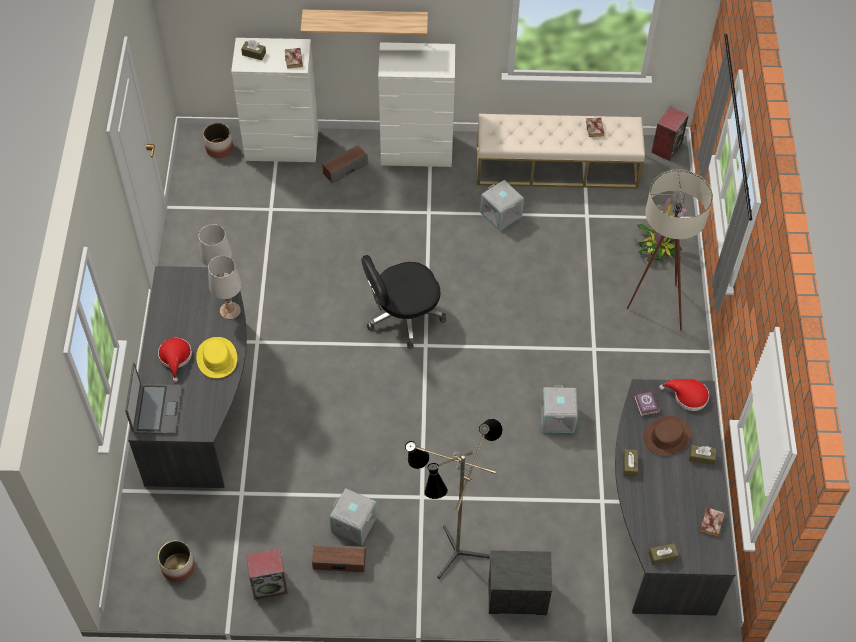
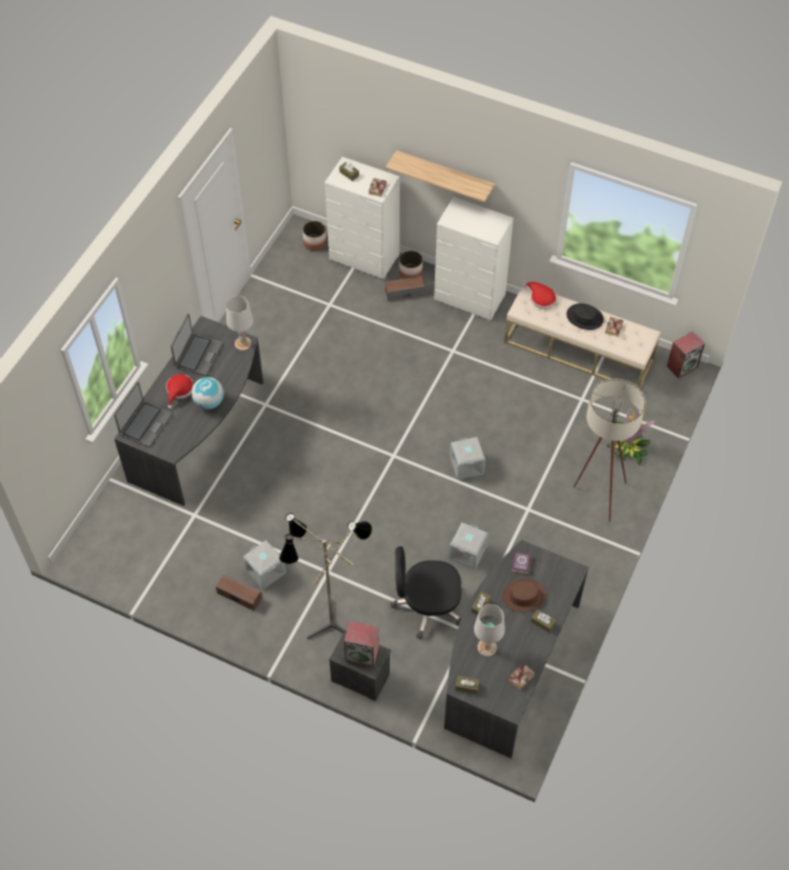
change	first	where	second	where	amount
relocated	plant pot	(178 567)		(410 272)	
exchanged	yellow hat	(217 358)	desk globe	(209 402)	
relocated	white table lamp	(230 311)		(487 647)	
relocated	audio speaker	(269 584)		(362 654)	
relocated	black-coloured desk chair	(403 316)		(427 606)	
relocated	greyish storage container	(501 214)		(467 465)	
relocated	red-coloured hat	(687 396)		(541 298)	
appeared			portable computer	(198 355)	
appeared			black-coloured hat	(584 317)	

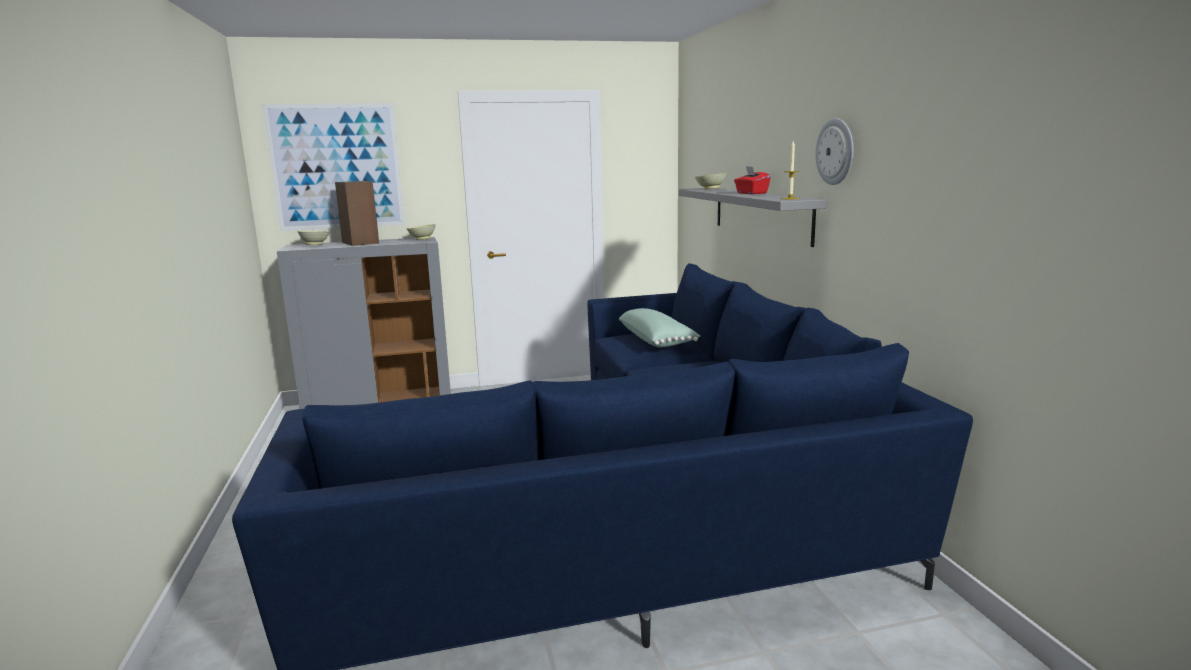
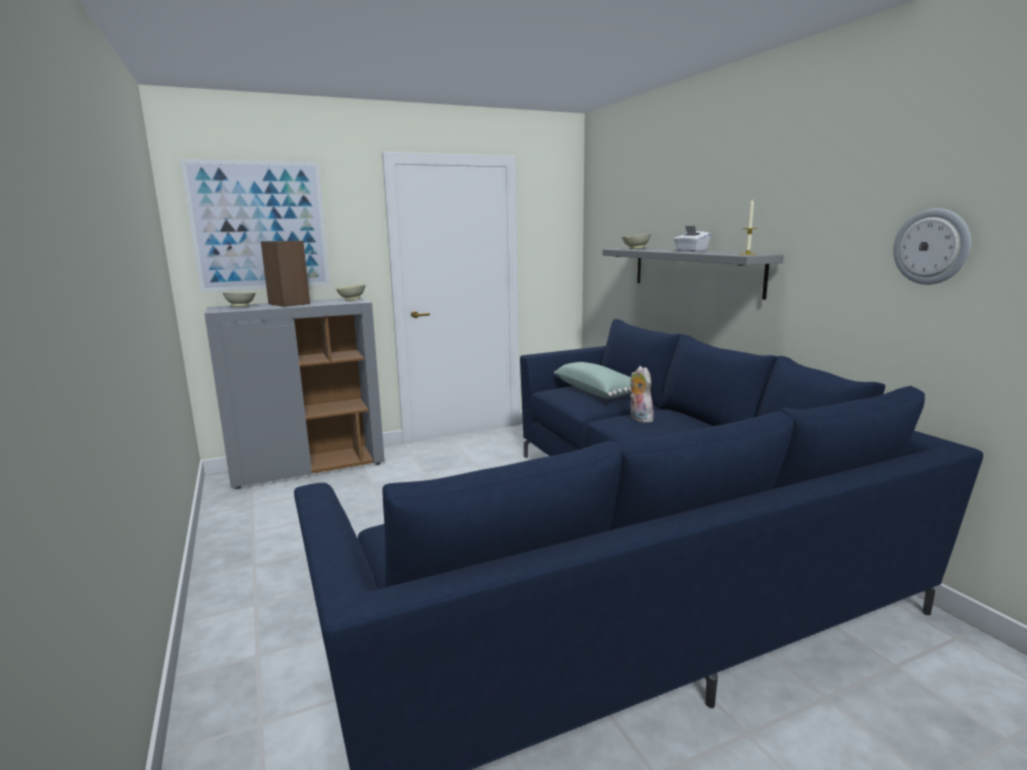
change	first	where	second	where	amount
colour	red-coloured tissue holder	(751 193)	white tissue holder	(690 251)	
relocated	hanging clock	(835 152)		(932 246)	
appeared			cuddly toy	(639 419)	

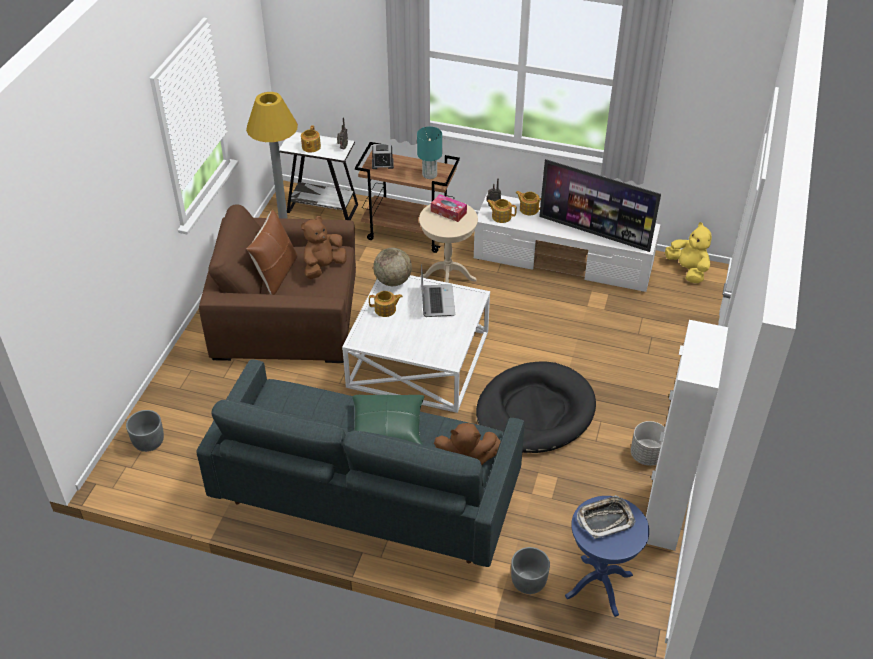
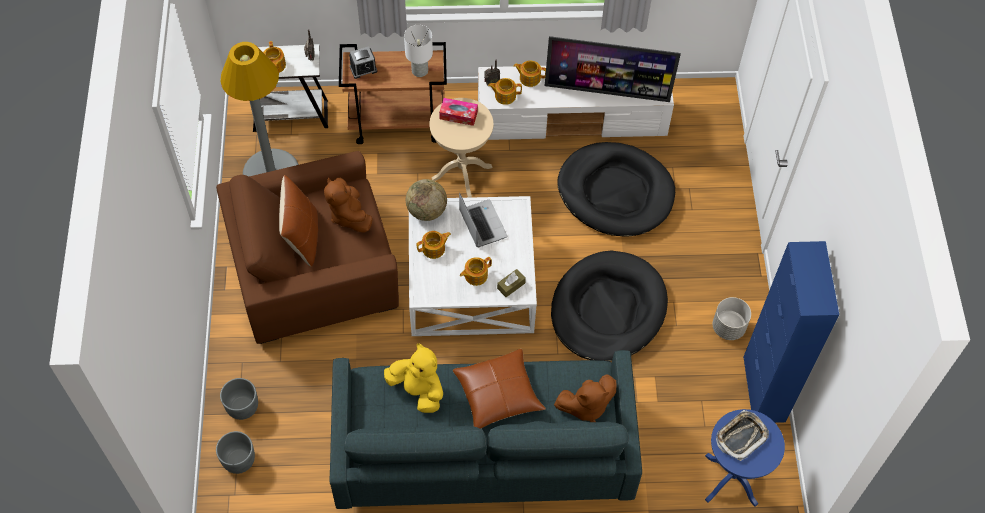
change	first	where	second	where	amount
spun	brown-coloured cuddly toy	(323 267)		(349 215)	45 degrees counterclockwise
colour	green throw pillow	(387 430)	brown-coloured throw pillow	(498 394)	
colour	turquoise table lamp	(429 174)	white table lamp	(420 70)	
relocated	greyish plant pot	(528 581)		(242 407)	
colour	white storage cabinet	(663 516)	blue storage cabinet	(764 389)	
relocated	yellow cuddly toy	(687 270)		(418 390)	
appeared			tea pot	(475 275)	
appeared			brown-coloured tissue holder	(511 285)	
appeared			black-coloured dog bed	(615 192)	

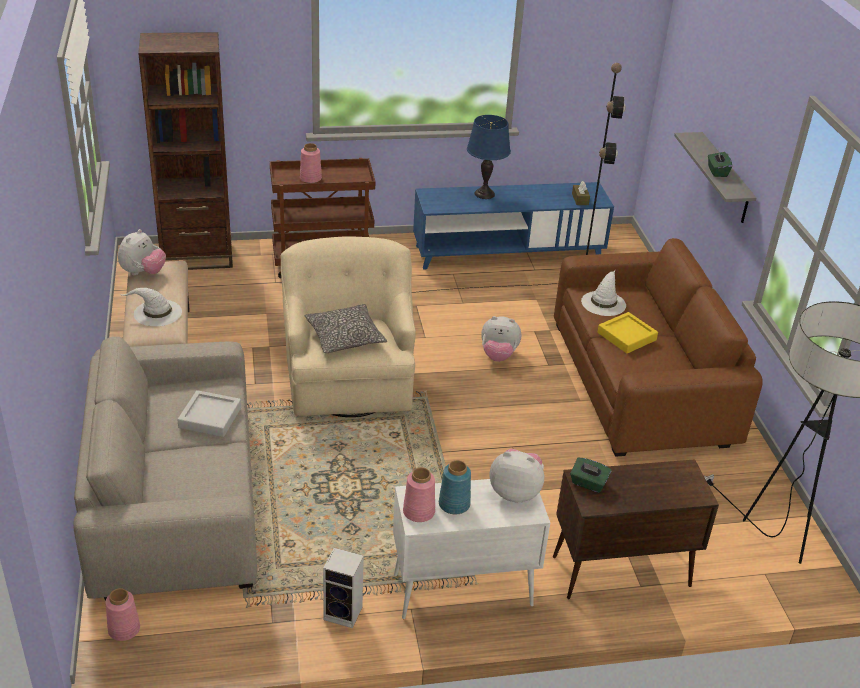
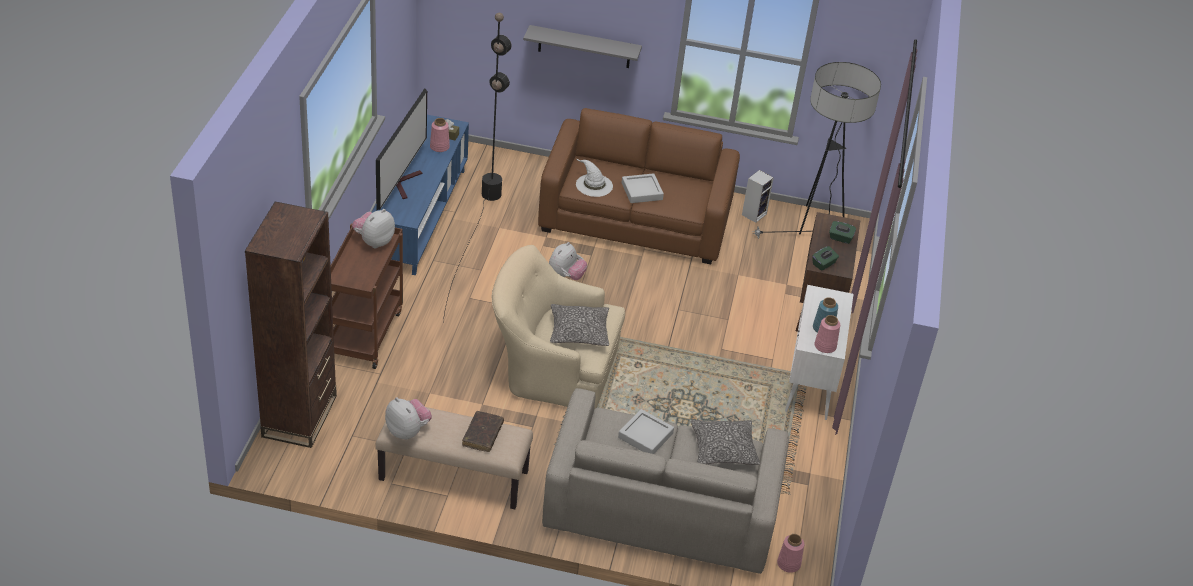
change	first	where	second	where	amount
exchanged	white hat	(157 313)	brown-coloured volume	(482 435)	
relocated	pinkish vase	(310 178)		(439 147)	
relocated	audio speaker	(344 613)		(754 214)	
exchanged	blue table lamp	(484 194)	TV set	(404 182)	
relocated	cuddly toy	(515 492)		(374 241)	
colour	yellow serving tray	(626 336)	greyish serving tray	(642 191)	
relocated	green tissue holder	(717 171)		(840 238)	
appeared			throw pillow	(723 449)	

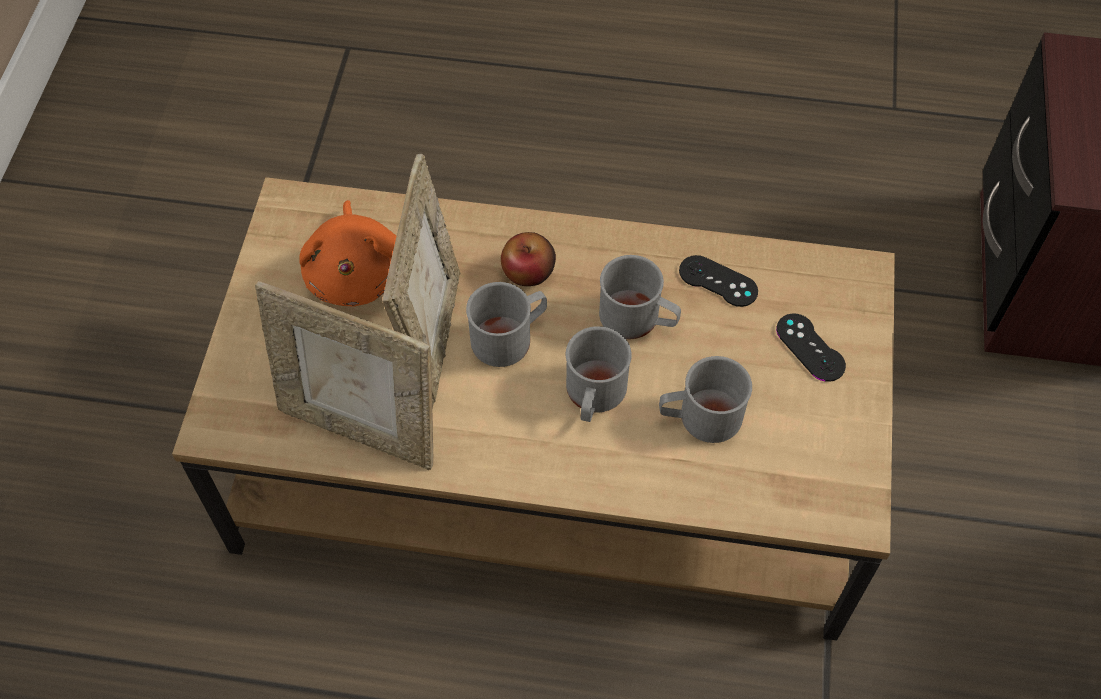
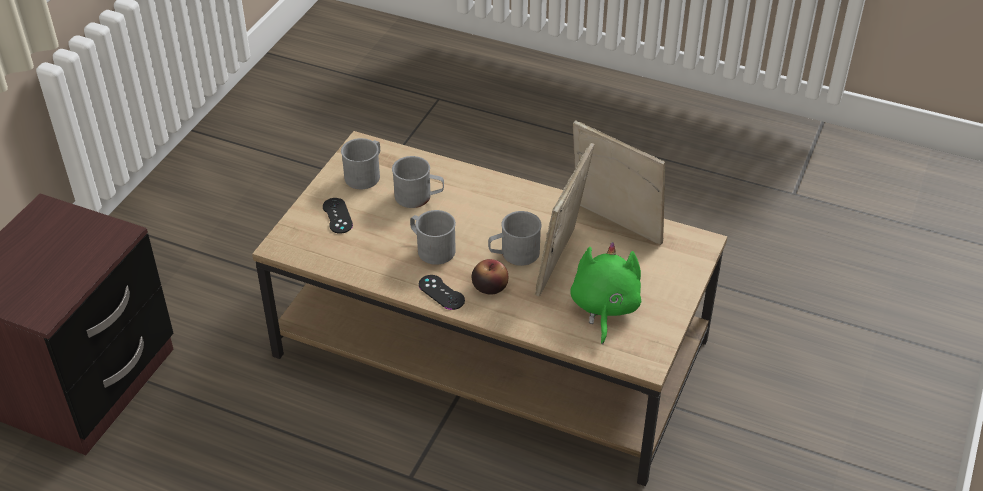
change	first	where	second	where	amount
colour	orangey cuddly toy	(355 273)	green cuddly toy	(604 307)	
relocated	greyish mug	(594 396)		(365 174)	
relocated	black-coloured gamepad	(718 281)		(441 292)	

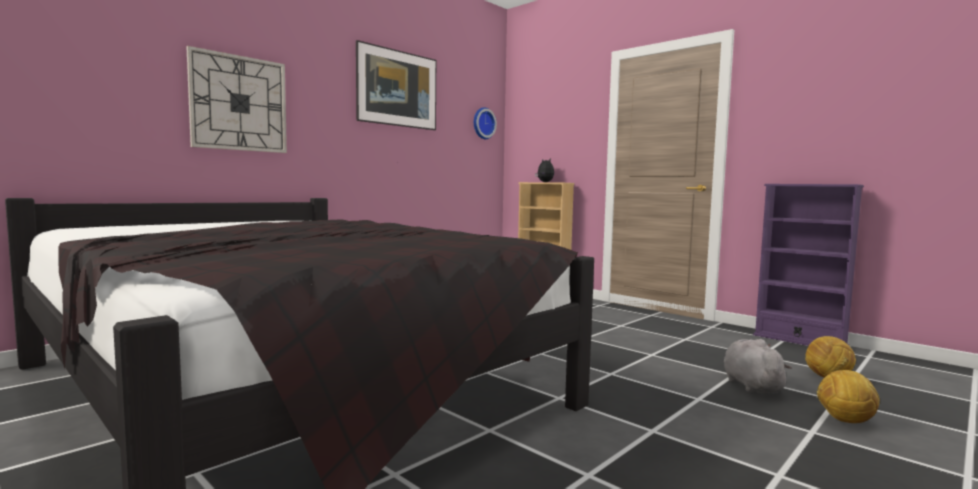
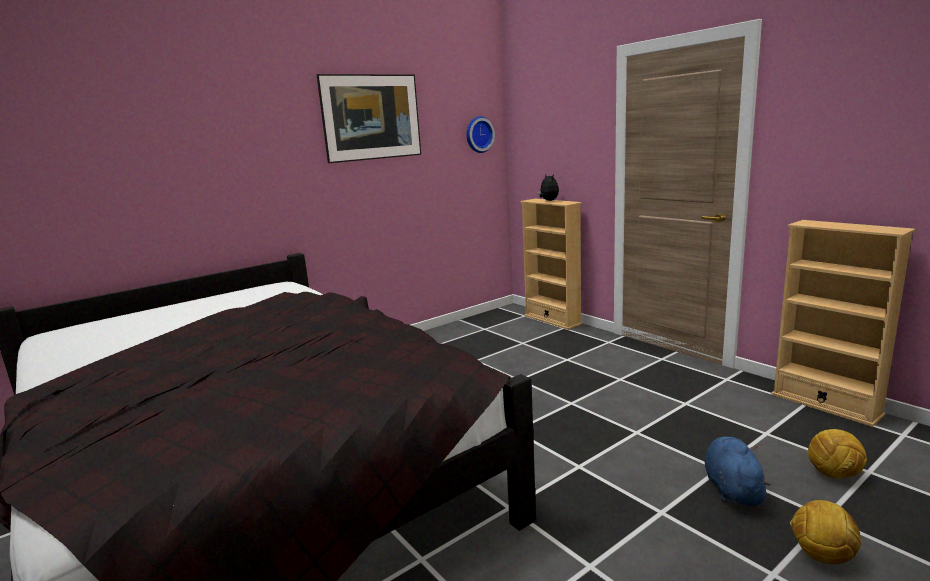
change	first	where	second	where	amount
missing	hanging clock	(239 103)			
colour	greyish cuddly toy	(750 385)	blue cuddly toy	(732 489)	
colour	purplish shelving unit	(799 340)	beige shelving unit	(825 404)	

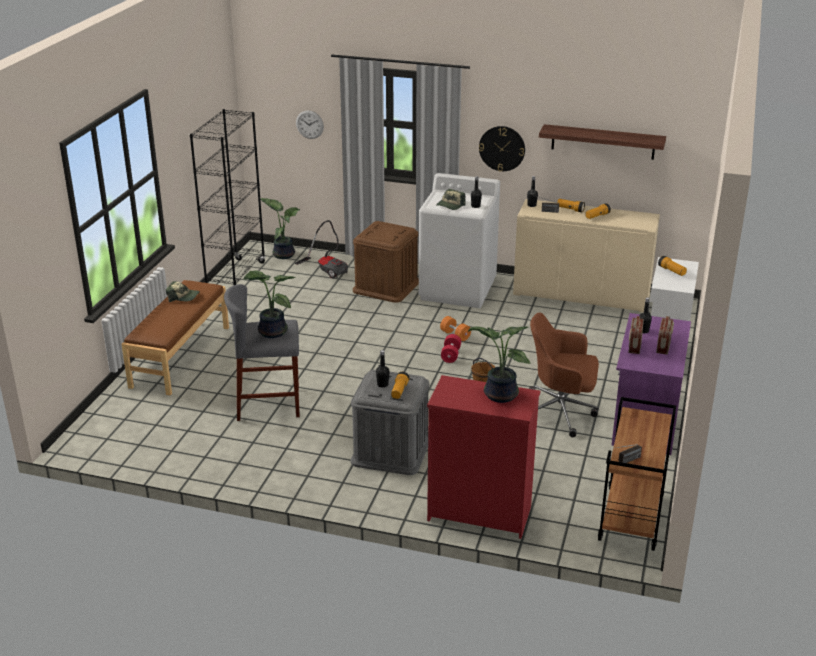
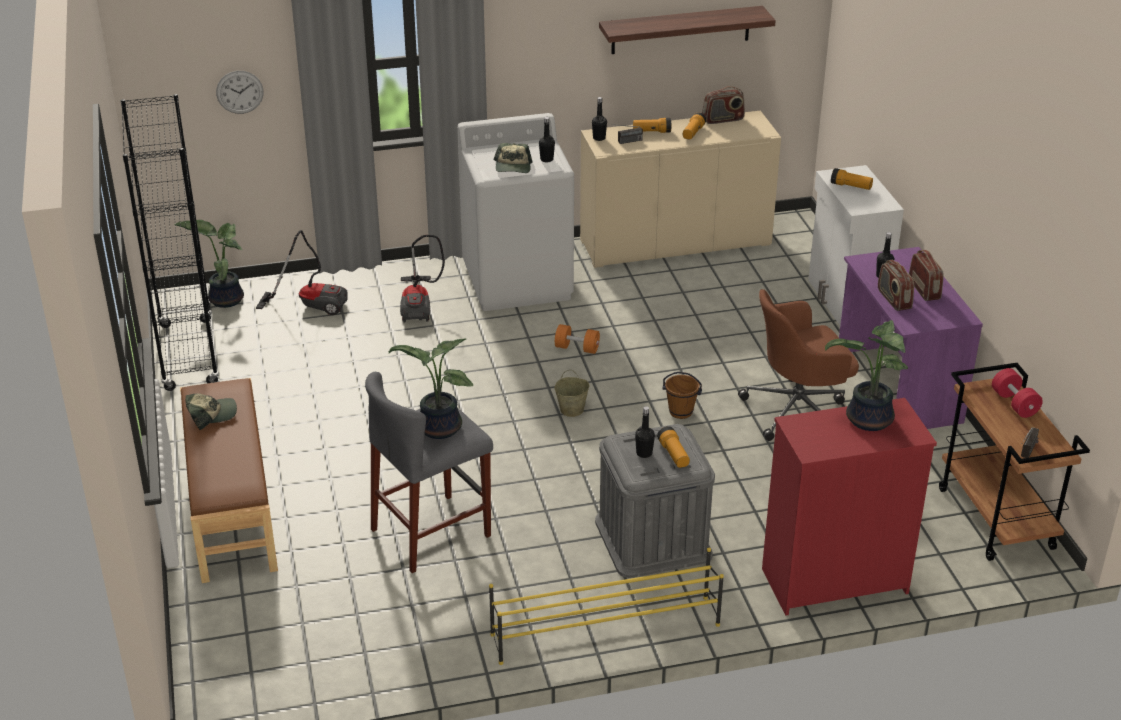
change	first	where	second	where	amount
exchanged	brown-coloured storage container	(386 286)	hoover	(419 305)	
relocated	red-coloured hand weight	(450 355)		(1014 403)	
missing	hanging clock	(502 148)			
appeared			yellow shoe stand	(604 629)	
appeared			beige pail	(572 409)	
appeared			radio set	(723 119)	

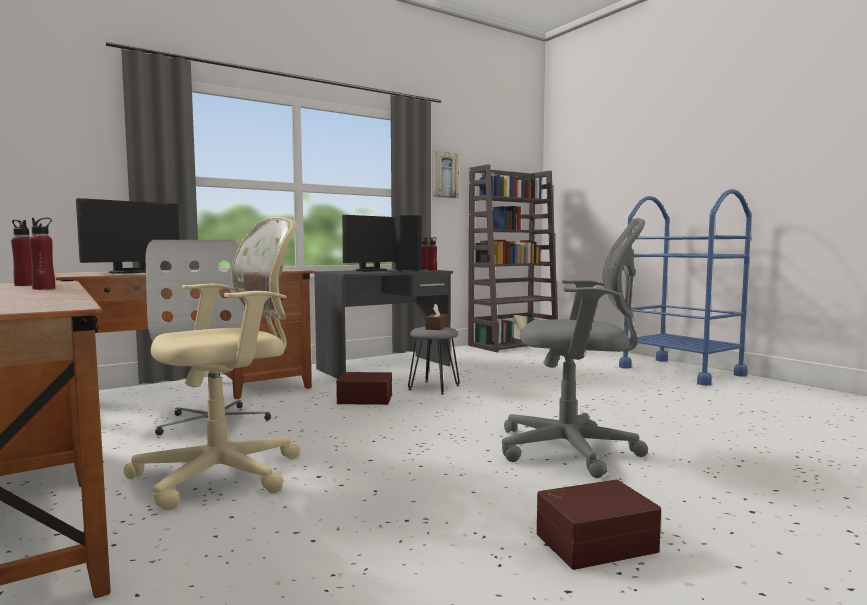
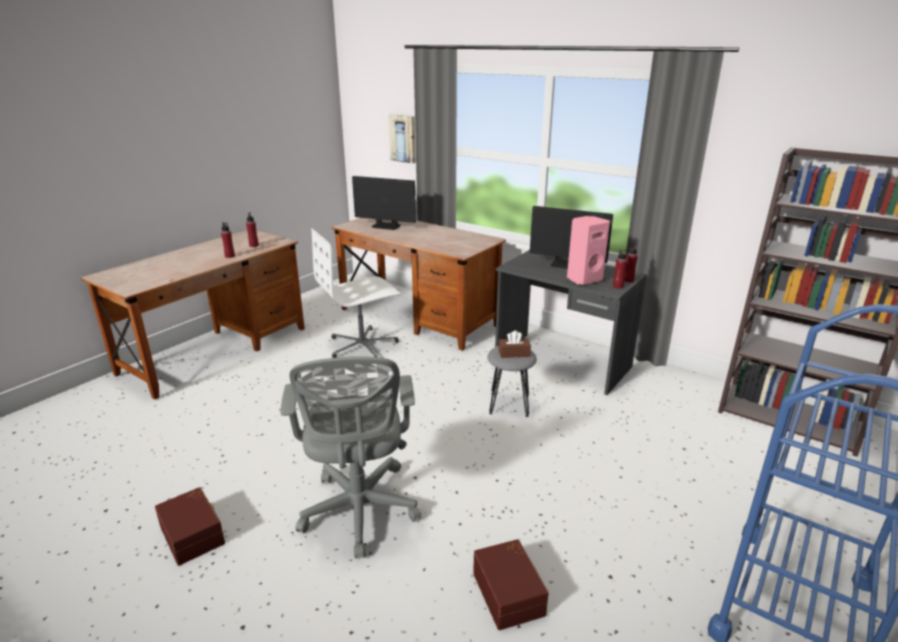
change	first	where	second	where	amount
missing	beige desk chair	(227 473)			
relocated	brown-coloured storage container	(365 399)		(510 593)	
colour	black-coloured audio speaker	(407 270)	pinkish audio speaker	(583 279)	
relocated	wall picture	(444 175)		(403 138)	

